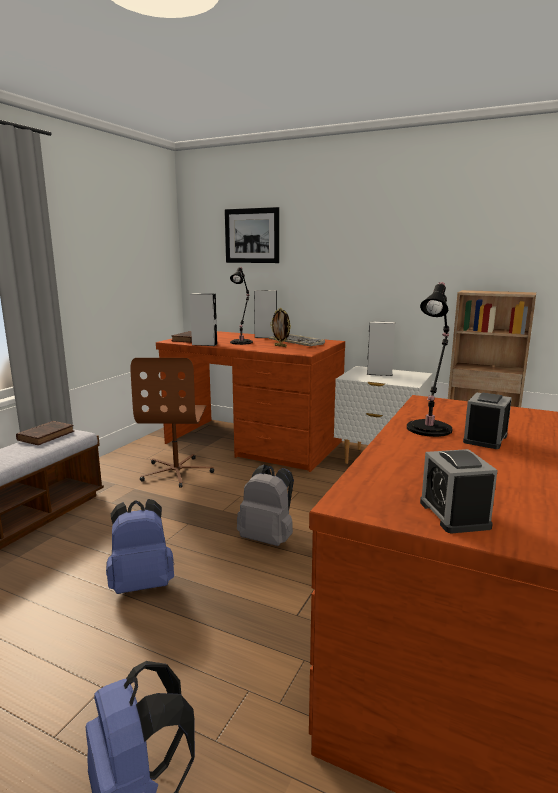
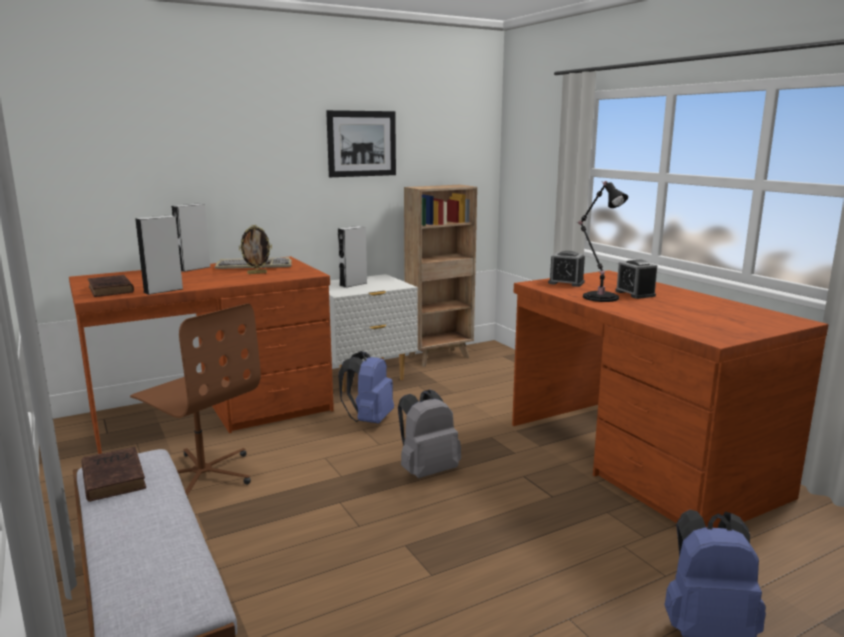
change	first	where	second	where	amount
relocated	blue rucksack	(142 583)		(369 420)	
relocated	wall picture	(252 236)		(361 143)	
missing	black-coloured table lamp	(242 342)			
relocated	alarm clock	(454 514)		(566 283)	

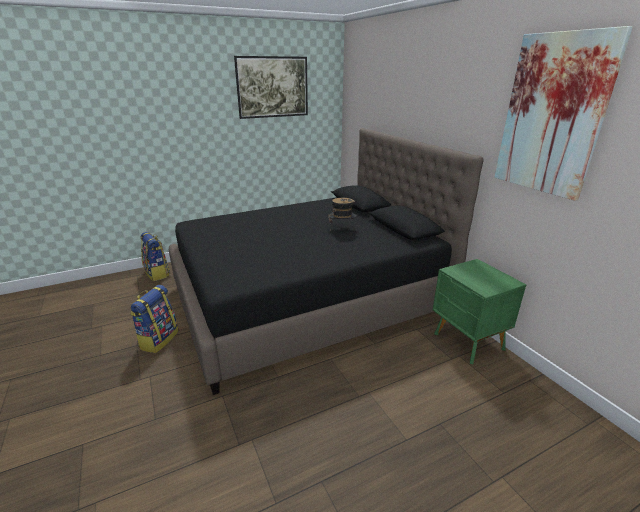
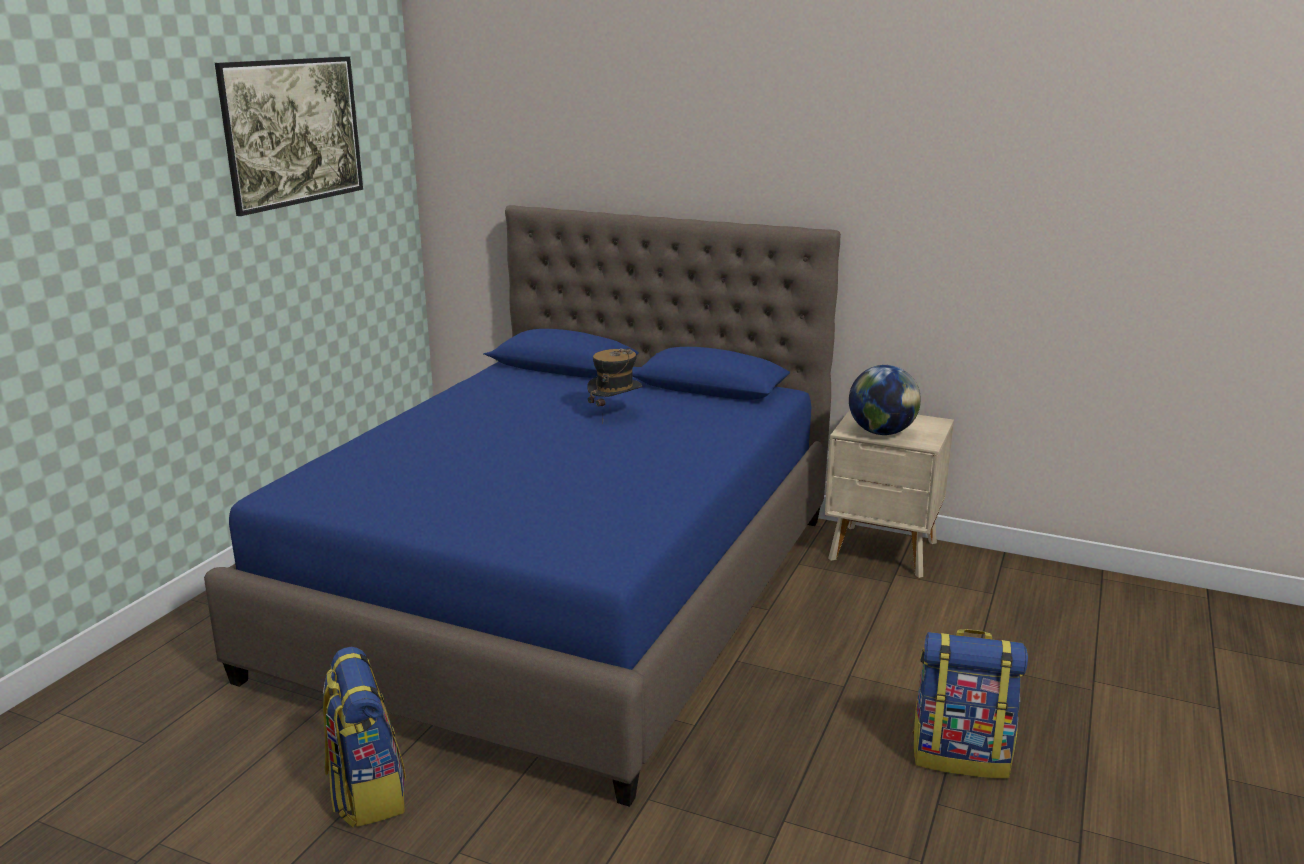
change	first	where	second	where	amount
relocated	rucksack	(157 274)		(961 755)	
colour	black-coloured bed	(307 299)	blue bed	(565 591)	
colour	green night table	(468 342)	beige night table	(884 552)	
missing	wall picture	(552 115)			
appeared			desk globe	(881 432)	

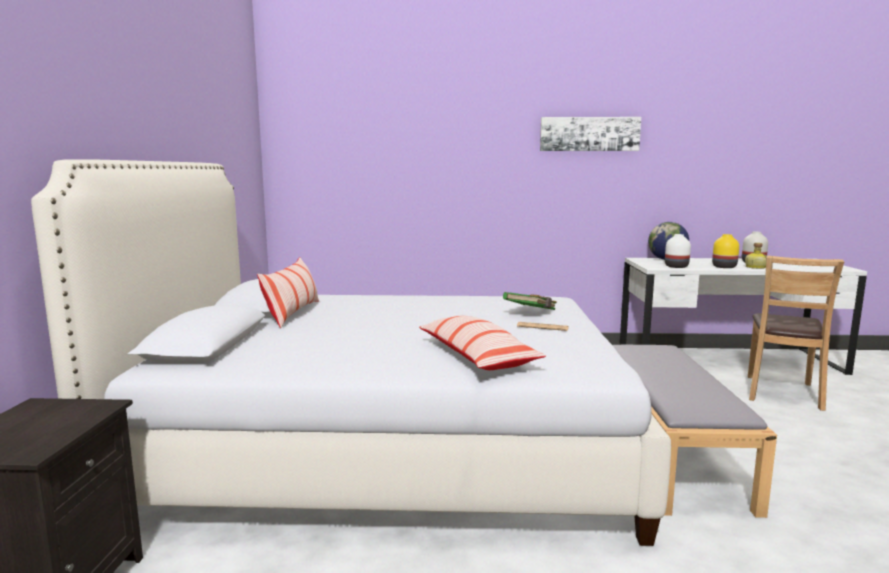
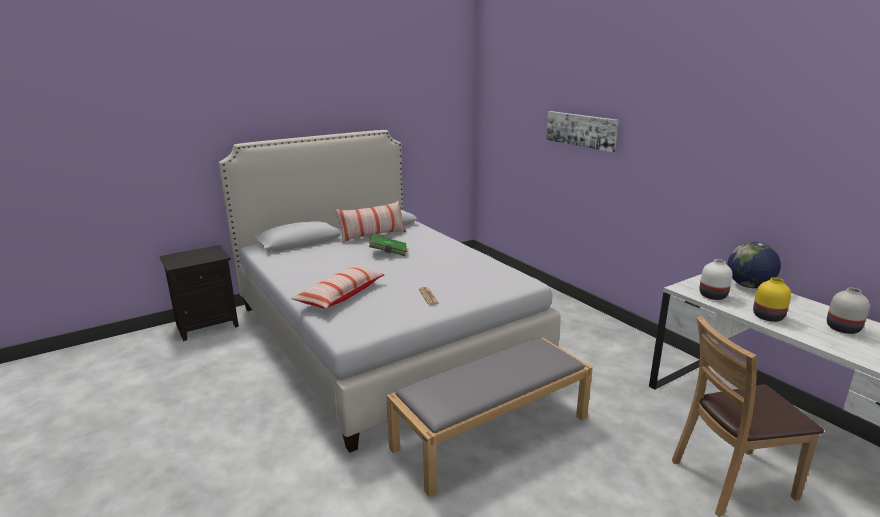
change	first	where	second	where	amount
relocated	green volume	(531 312)		(388 253)	
relocated	wall picture	(589 134)		(581 130)	
missing	bottle	(755 267)			

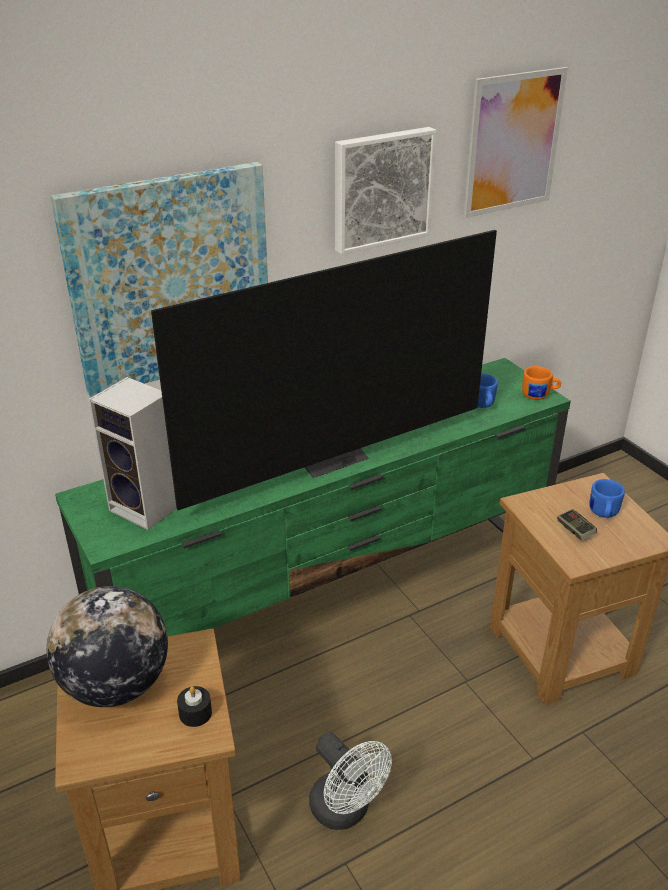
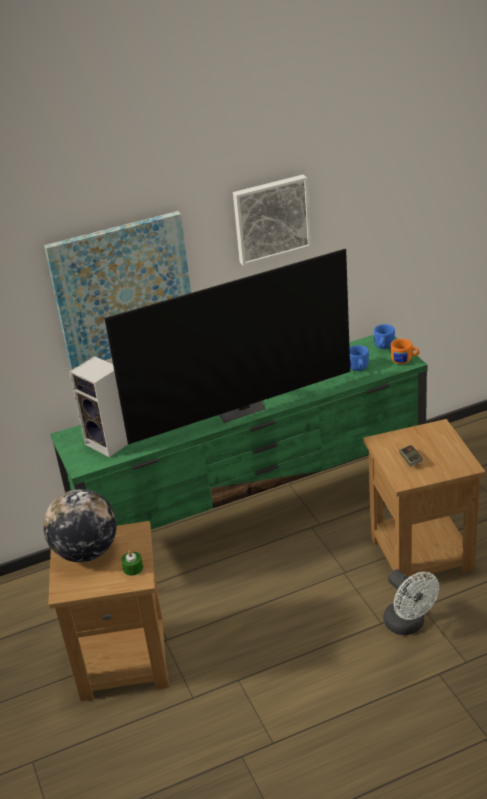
change	first	where	second	where	amount
colour	black-coloured wax candle	(195 713)	green wax candle	(133 568)	
relocated	white cooling fan	(346 811)		(408 625)	
missing	wall picture	(513 143)			
relocated	blue mug	(603 514)		(383 347)	

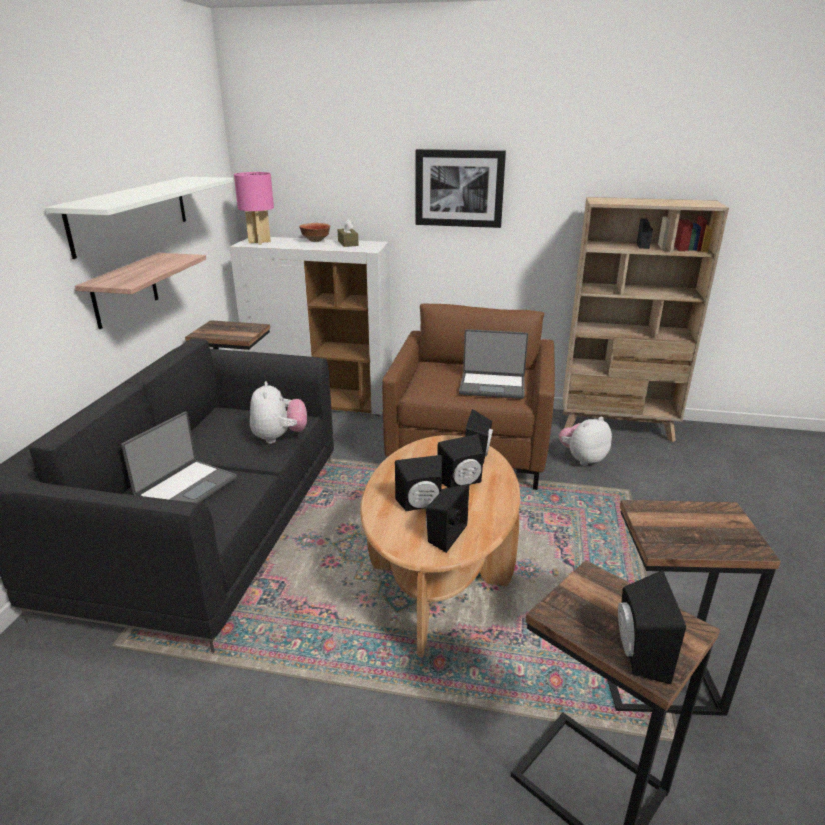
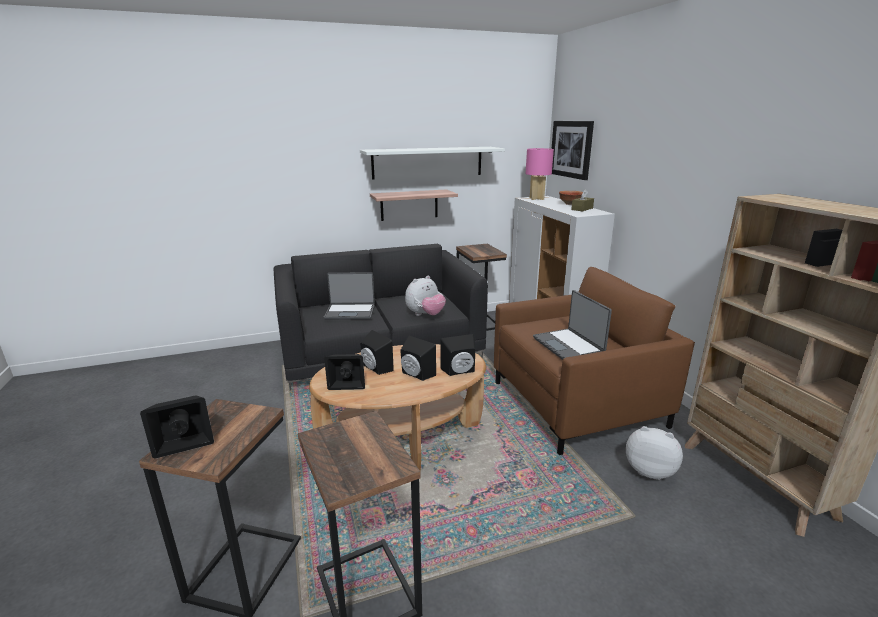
change	first	where	second	where	amount
relocated	wall picture	(459 188)		(571 149)	

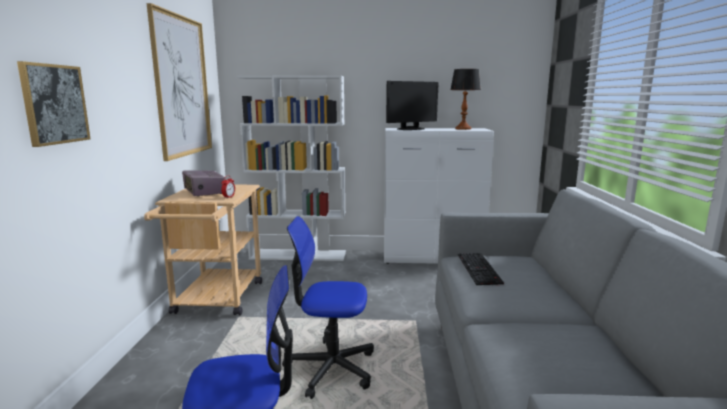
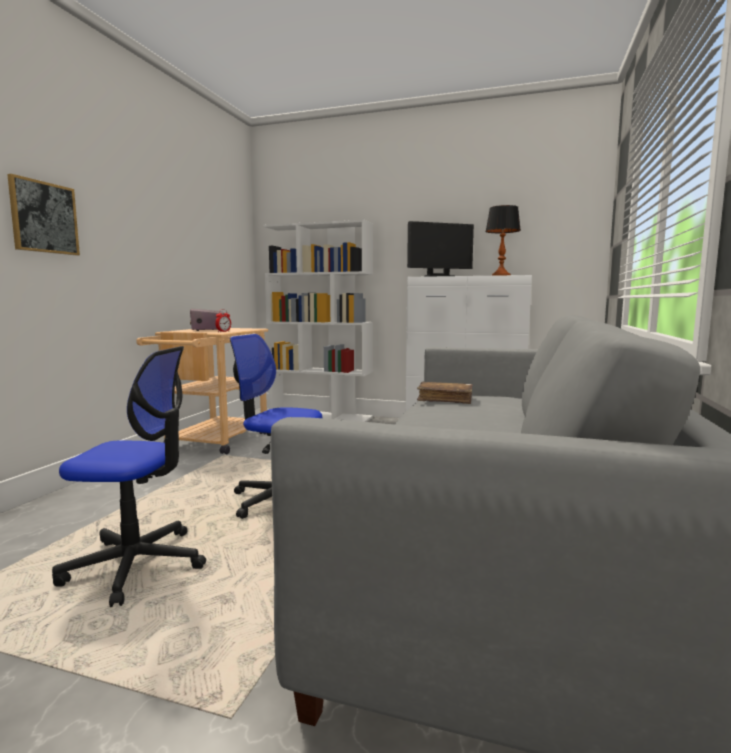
change	first	where	second	where	amount
missing	wall picture	(182 86)			
exchanged	computer keyboard	(480 269)	brown-coloured volume	(445 399)	

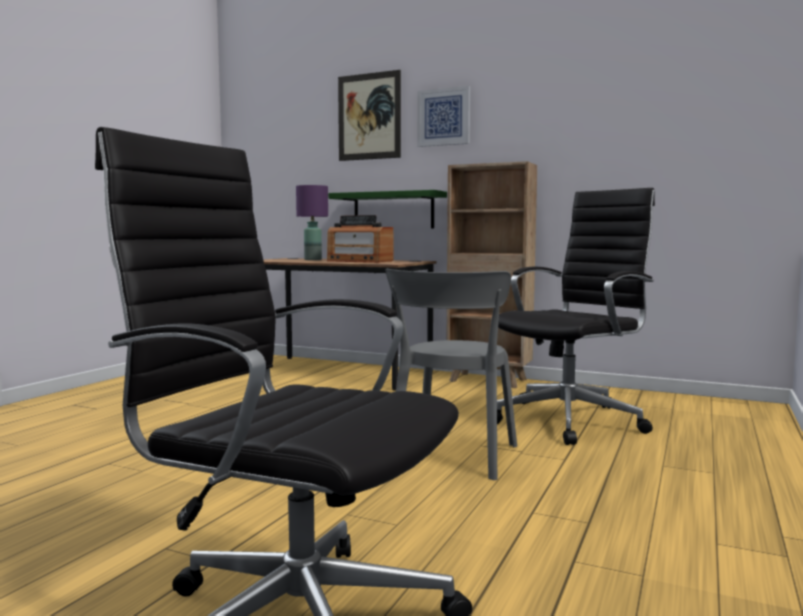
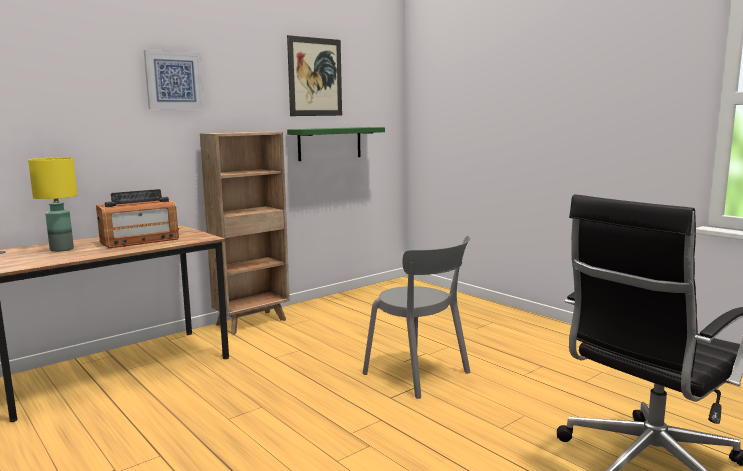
change	first	where	second	where	amount
colour	purplish table lamp	(312 260)	yellow table lamp	(61 249)	
relocated	green wall shelf	(393 210)		(329 143)	
relocated	wall picture	(369 116)		(315 77)	
missing	black-coloured desk chair	(571 420)			

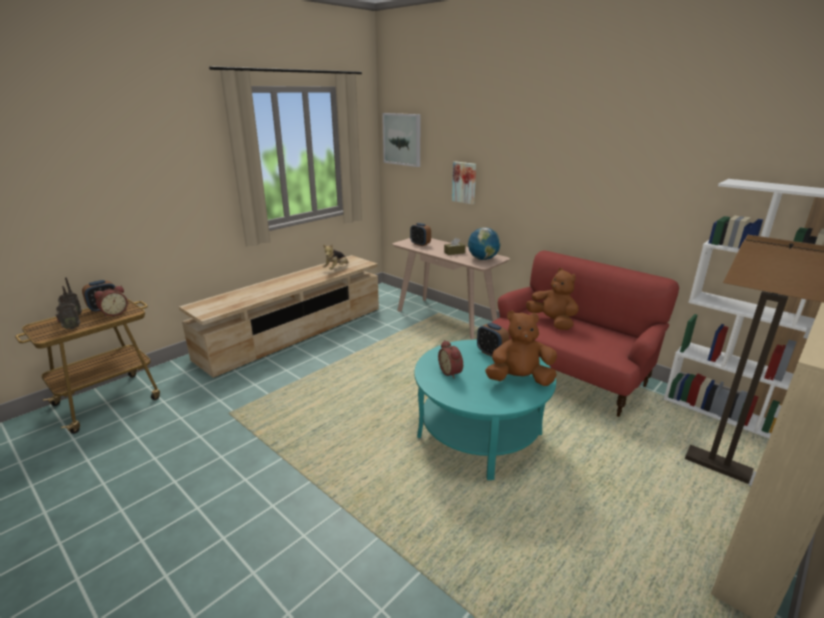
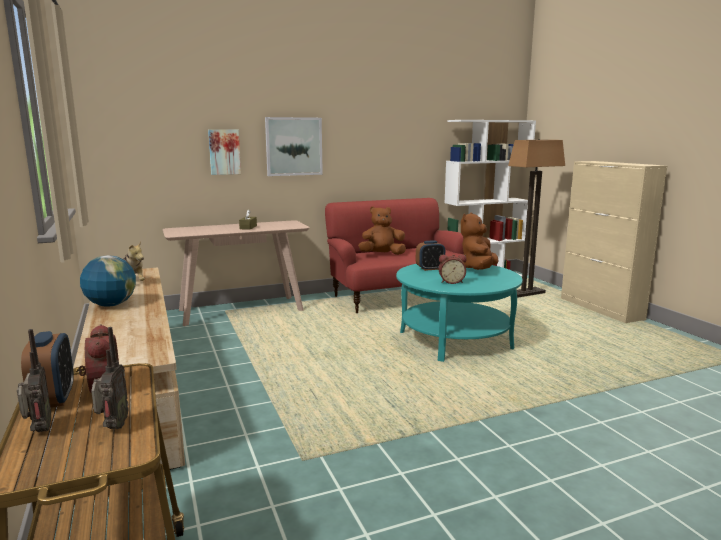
change	first	where	second	where	amount
relocated	wall picture	(402 139)		(293 146)	
missing	alarm clock	(420 244)			
relocated	desk globe	(483 259)		(111 305)	

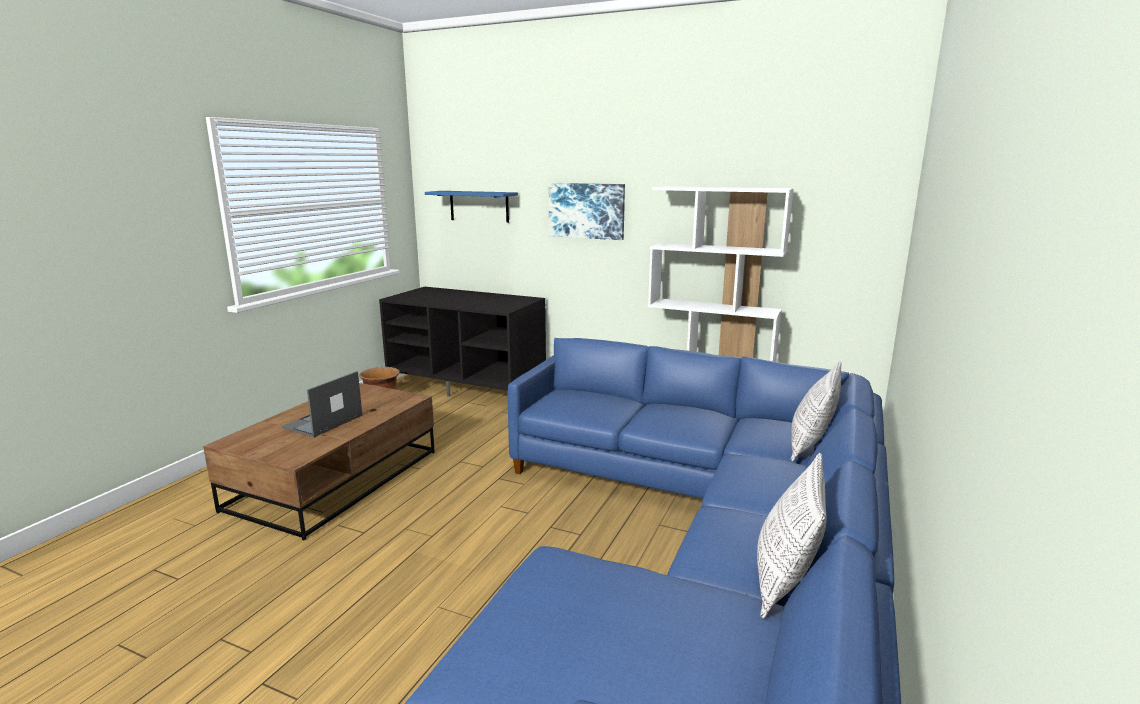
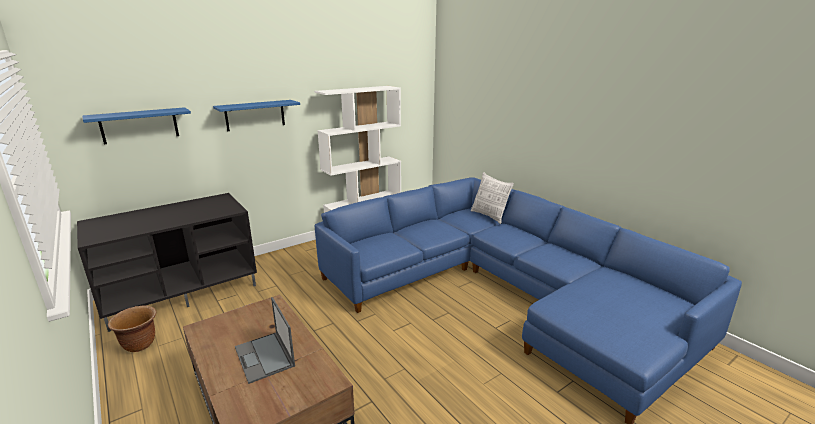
change	first	where	second	where	amount
exchanged	wall picture	(586 210)	blue wall shelf	(255 115)	
missing	throw pillow	(784 582)			

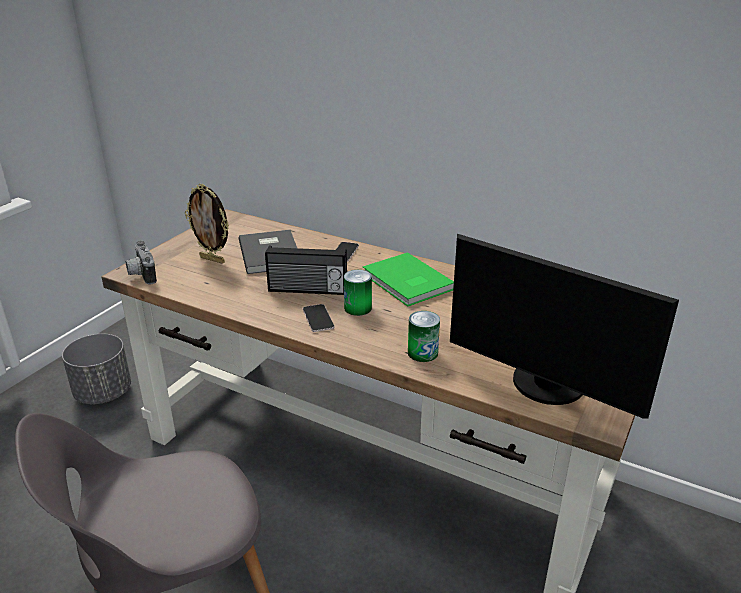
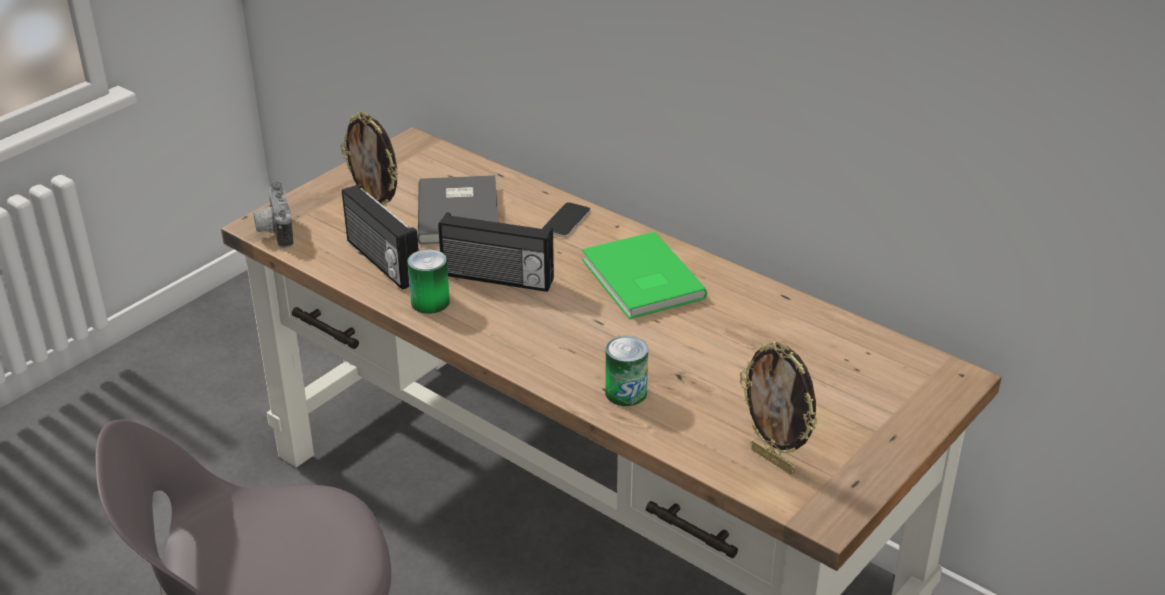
change	first	where	second	where	amount
missing	greyish plant pot	(103 393)			
missing	phone	(318 318)			
relocated	metal can	(358 308)		(430 302)	
exchanged	monitor	(545 387)	photo frame	(773 460)	
appeared			radio set	(381 262)	

